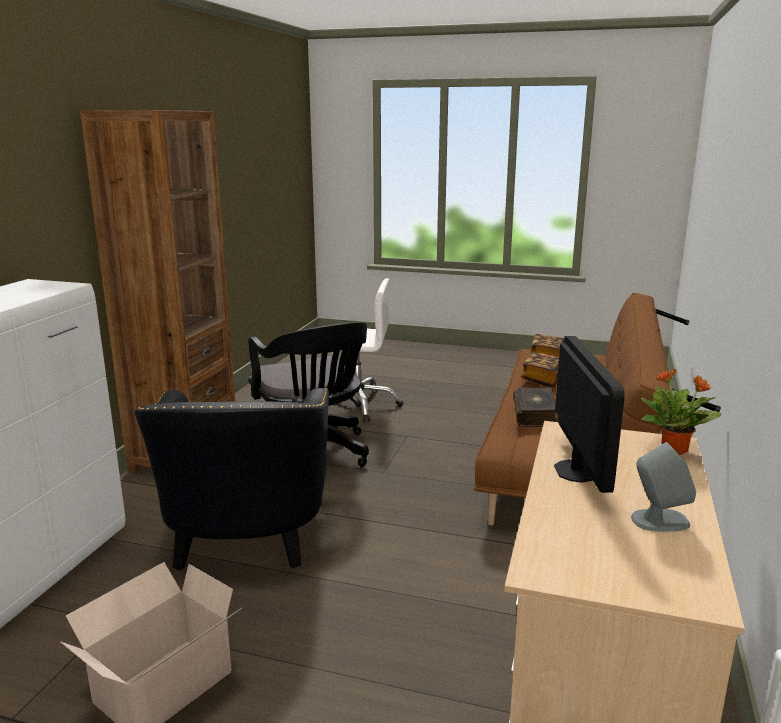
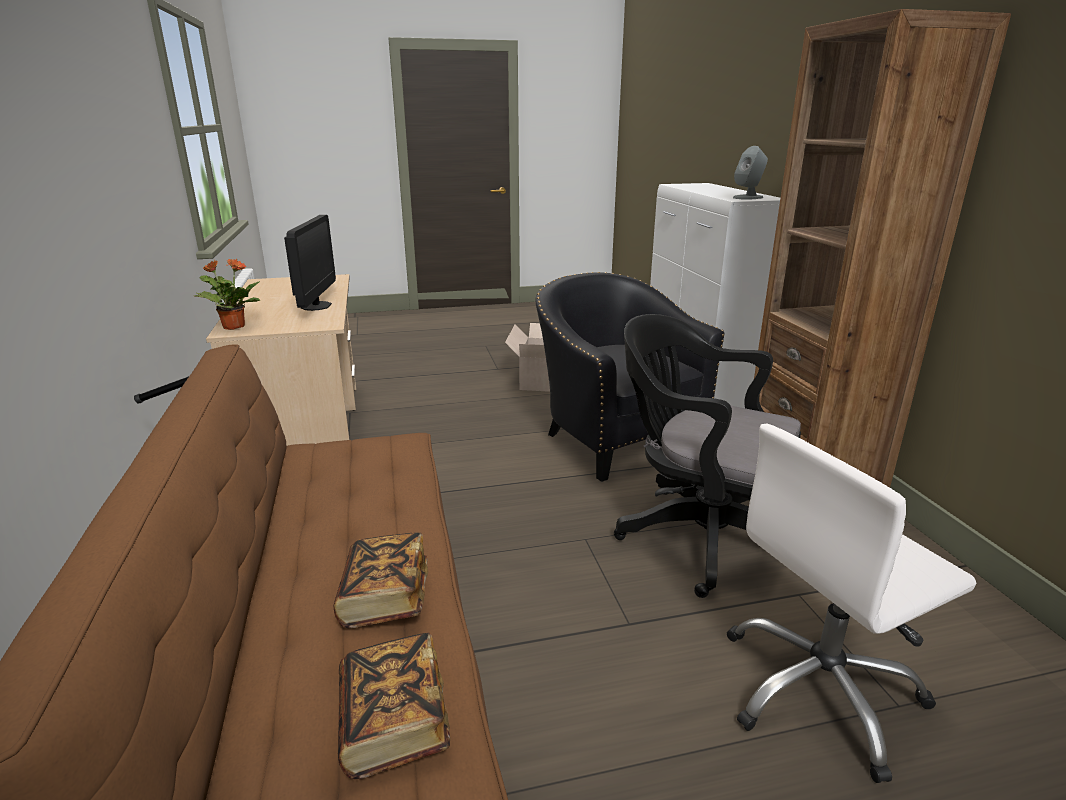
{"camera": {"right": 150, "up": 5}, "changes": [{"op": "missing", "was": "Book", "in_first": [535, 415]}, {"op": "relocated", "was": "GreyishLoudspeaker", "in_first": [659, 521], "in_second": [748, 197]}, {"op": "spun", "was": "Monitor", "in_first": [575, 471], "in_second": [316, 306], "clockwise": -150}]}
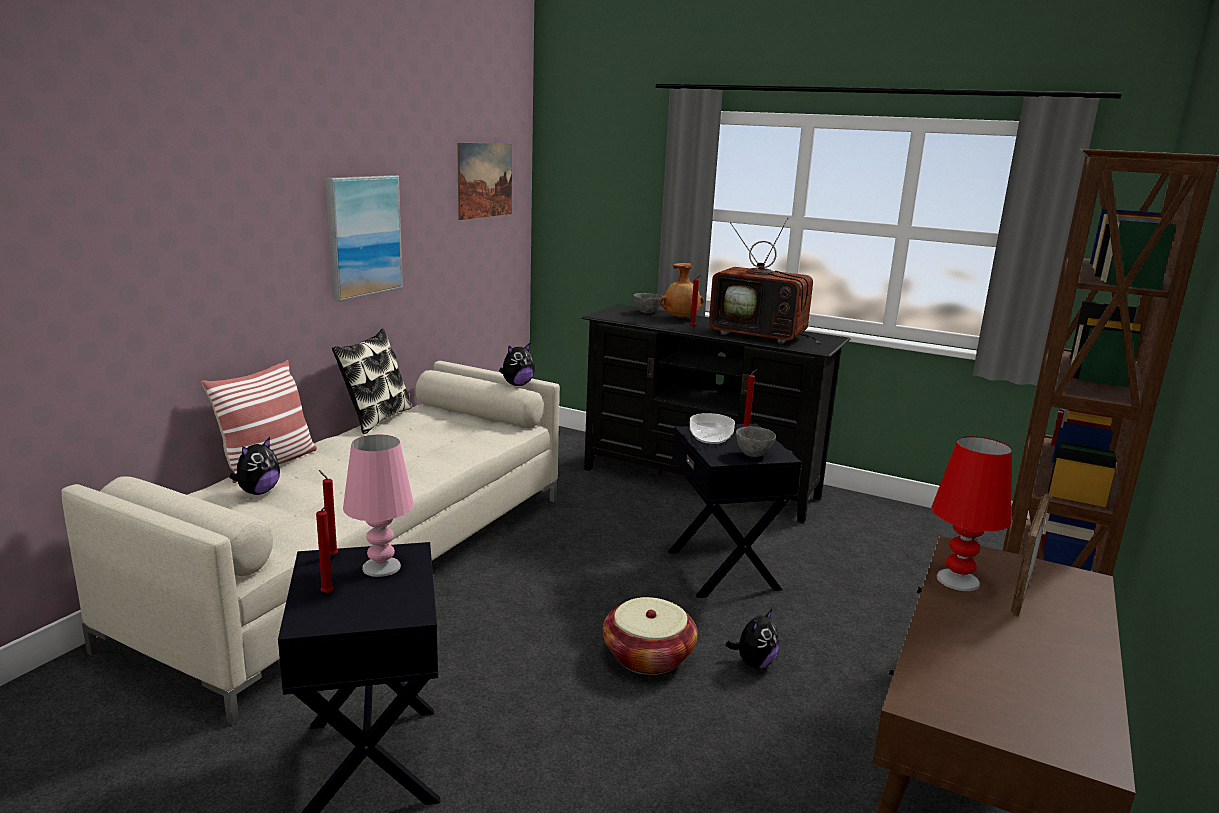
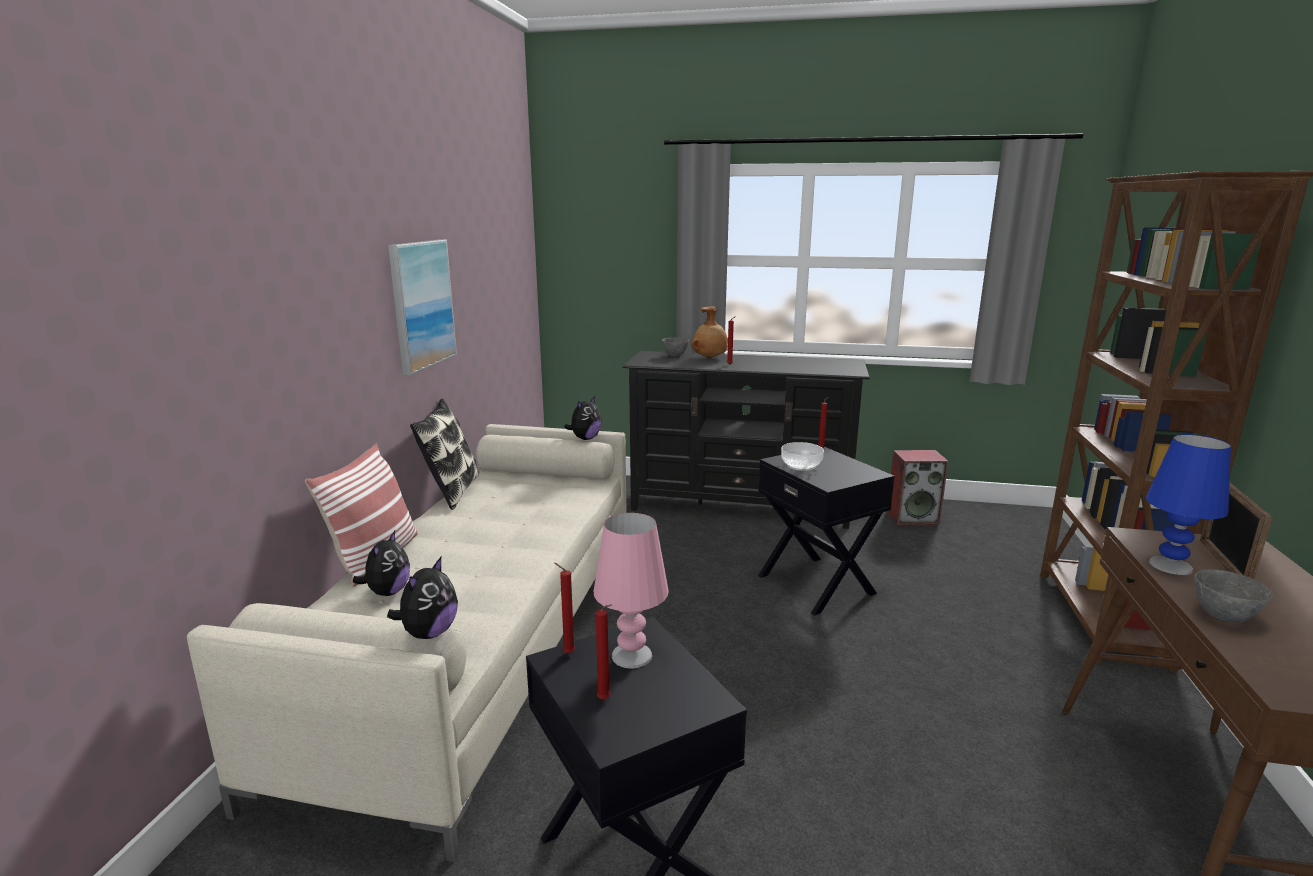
{"camera": {"right": -15, "up": 0}, "changes": [{"op": "missing", "was": "WallPicture", "in_first": [485, 180]}, {"op": "missing", "was": "StorageBasket", "in_first": [648, 656]}, {"op": "missing", "was": "TvSet", "in_first": [761, 335]}, {"op": "appeared", "now": "Loudspeaker", "in_second": [913, 517]}, {"op": "relocated", "was": "PlushToy", "in_first": [754, 663], "in_second": [429, 633]}, {"op": "relocated", "was": "GreyishDeepDish", "in_first": [753, 454], "in_second": [1222, 616]}, {"op": "colour", "was": "ReddishTableLamp", "now": "BluishTableLamp", "in_first": [958, 580], "in_second": [1171, 566]}]}
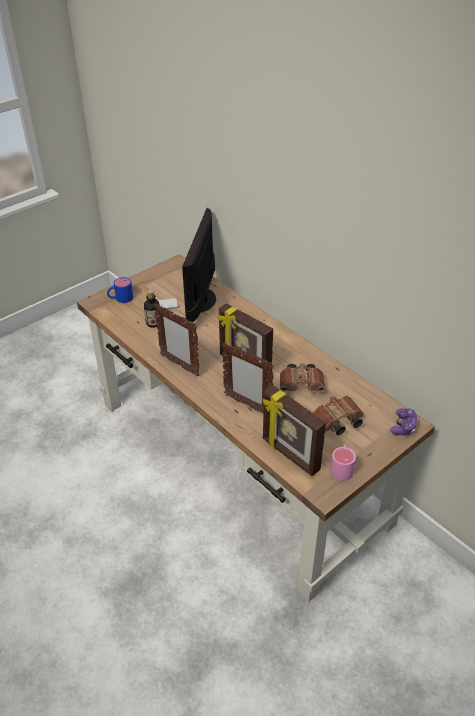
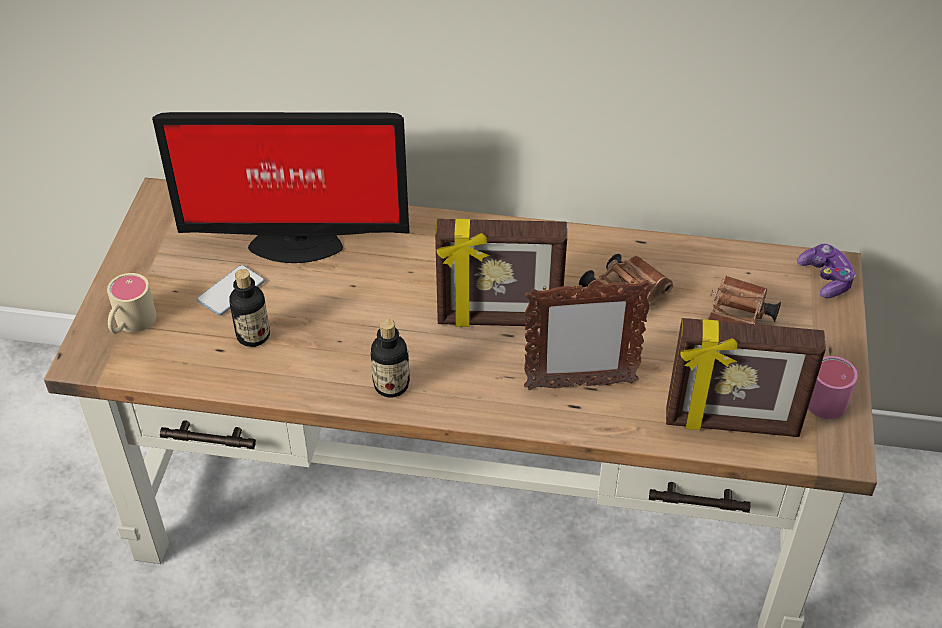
{"camera": {"right": -40, "up": 5}, "changes": [{"op": "exchanged", "was": "StandingFrame", "now": "Bottle", "in_first": [179, 365], "in_second": [391, 385]}, {"op": "colour", "was": "BluishTeaMug", "now": "SandColouredTeaMug", "in_first": [120, 298], "in_second": [130, 324]}, {"op": "spun", "was": "Monitor", "in_first": [203, 300], "in_second": [293, 242], "clockwise": -60}]}
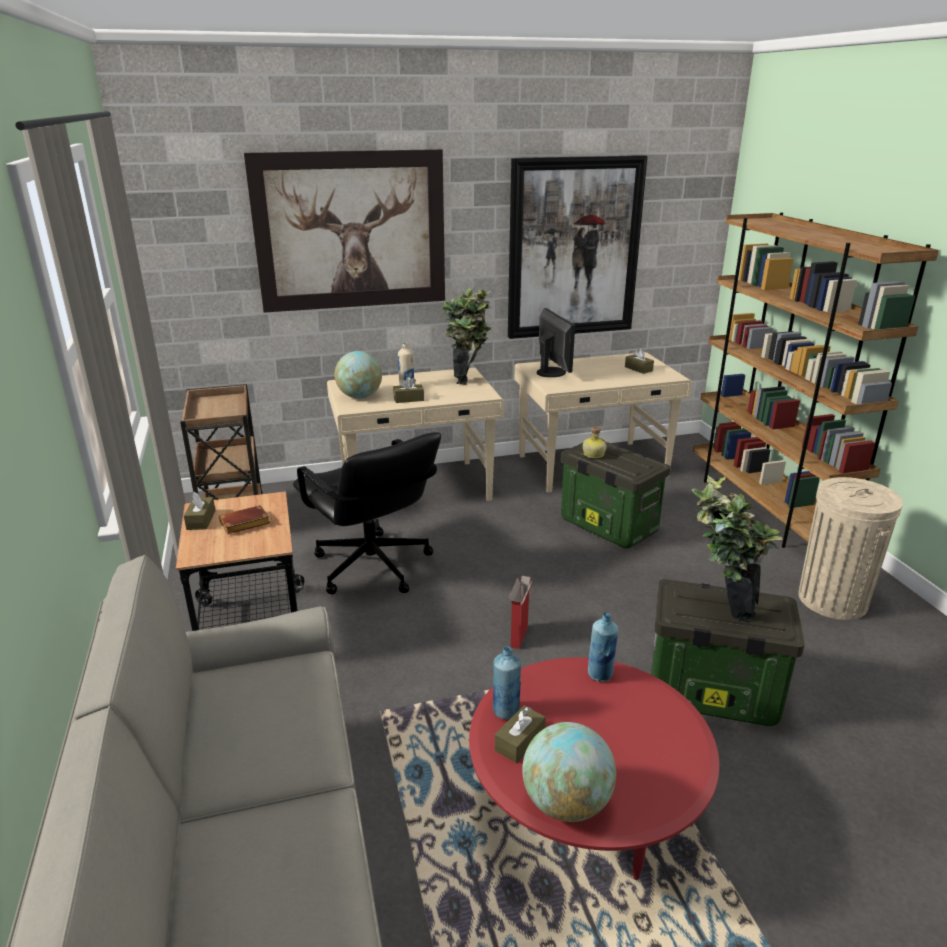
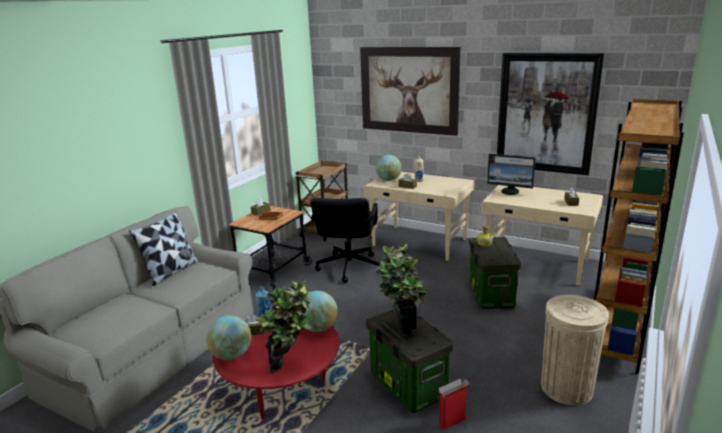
{"camera": {"right": 45, "up": -5}, "changes": [{"op": "appeared", "now": "Pillow", "in_second": [170, 272]}, {"op": "relocated", "was": "PottedPlant", "in_first": [468, 378], "in_second": [290, 365]}, {"op": "relocated", "was": "CardboardBox", "in_first": [519, 636], "in_second": [452, 422]}, {"op": "exchanged", "was": "BluishBottle", "now": "DeskGlobe", "in_first": [600, 674], "in_second": [318, 328]}, {"op": "spun", "was": "Monitor", "in_first": [552, 372], "in_second": [510, 192], "clockwise": 90}]}
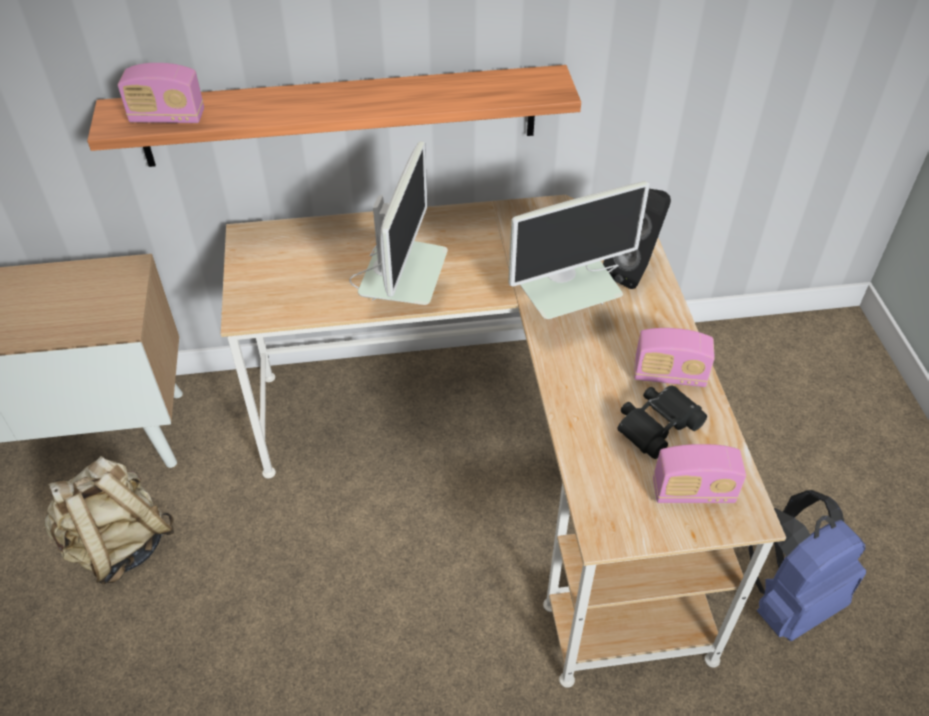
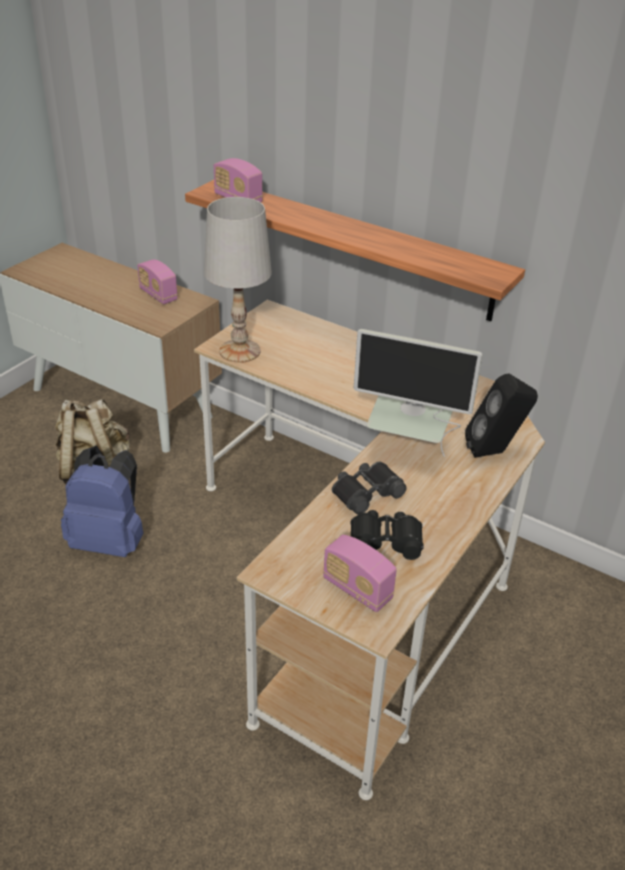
{"camera": {"right": 40, "up": -10}, "changes": [{"op": "missing", "was": "Monitor", "in_first": [403, 303]}, {"op": "appeared", "now": "WhiteTableLamp", "in_second": [240, 351]}, {"op": "appeared", "now": "BlackColouredFieldGlasses", "in_second": [366, 492]}, {"op": "relocated", "was": "RadioSet", "in_first": [669, 375], "in_second": [158, 295]}, {"op": "relocated", "was": "BluishRucksack", "in_first": [788, 600], "in_second": [110, 541]}]}
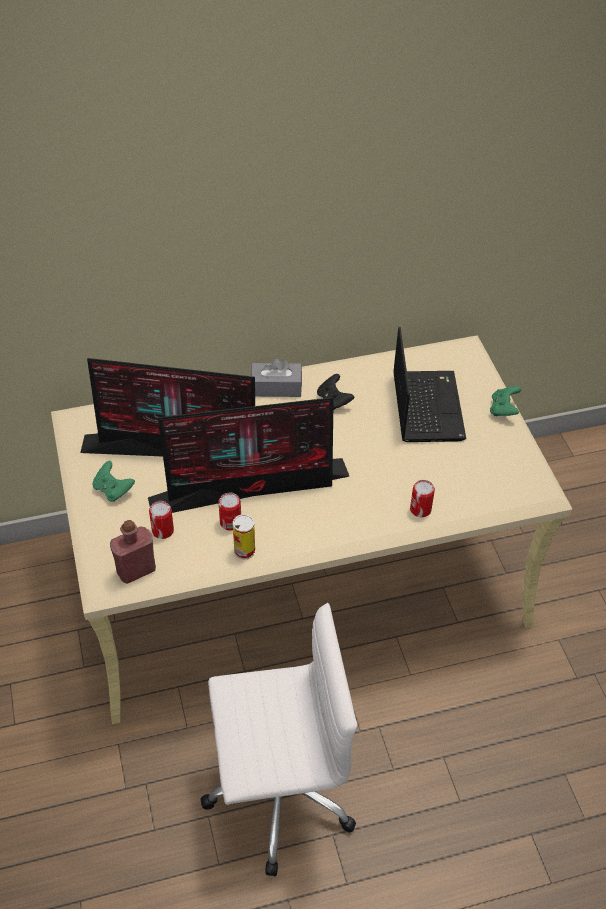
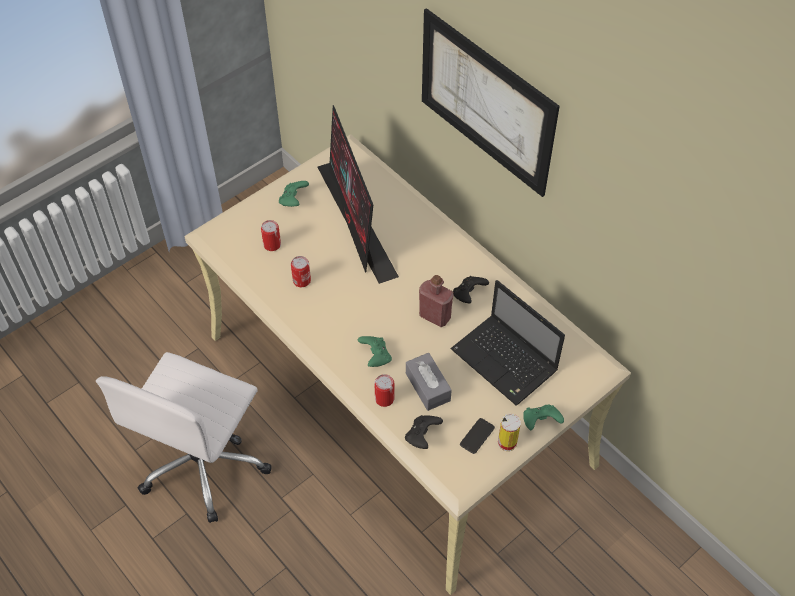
{"camera": {"right": 65, "up": 5}, "changes": [{"op": "missing", "was": "Monitor", "in_first": [252, 486]}, {"op": "appeared", "now": "GreenishGameController", "in_second": [375, 357]}, {"op": "appeared", "now": "BlackColouredGameController", "in_second": [422, 436]}, {"op": "appeared", "now": "WallPicture", "in_second": [486, 102]}, {"op": "appeared", "now": "Phone", "in_second": [477, 436]}, {"op": "relocated", "was": "ReddishBottle", "in_first": [136, 570], "in_second": [435, 316]}, {"op": "relocated", "was": "MetalCan", "in_first": [244, 550], "in_second": [507, 442]}, {"op": "relocated", "was": "GreyishBoxOfTissues", "in_first": [276, 387], "in_second": [427, 387]}, {"op": "spun", "was": "WhiteComputerChair", "in_first": [277, 791], "in_second": [204, 462], "clockwise": 60}, {"op": "spun", "was": "PortableComputer", "in_first": [426, 406], "in_second": [506, 362], "clockwise": 75}]}
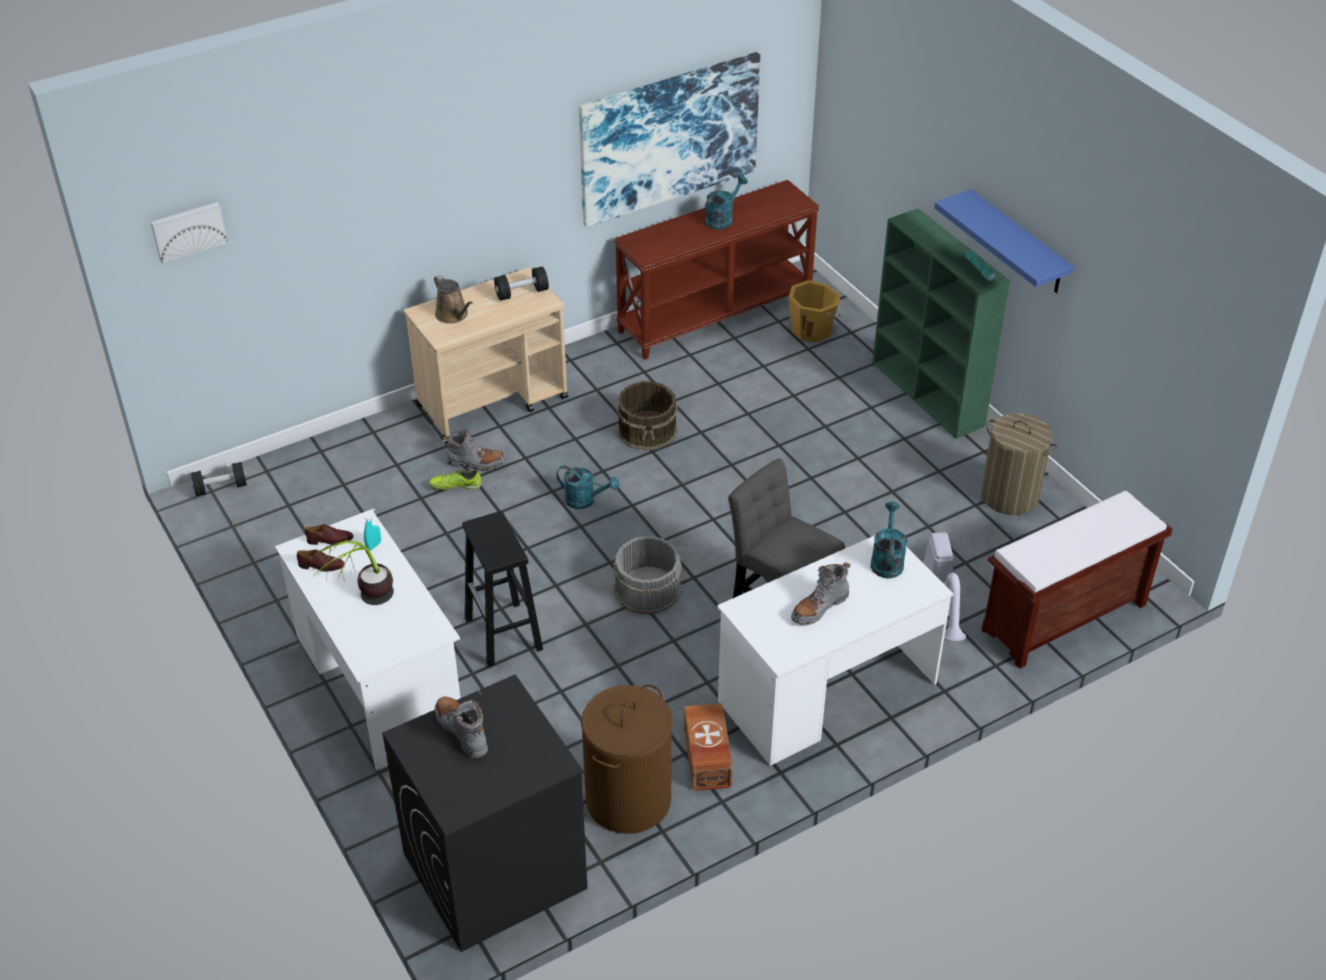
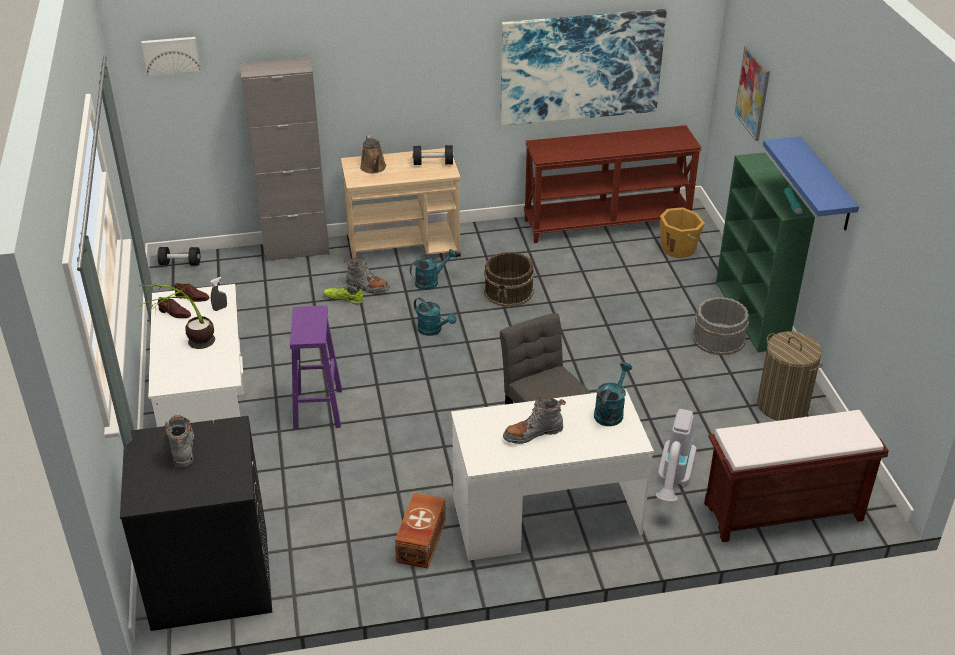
{"camera": {"right": 20, "up": -5}, "changes": [{"op": "missing", "was": "BrownLaundryBasket", "in_first": [628, 800]}, {"op": "appeared", "now": "GreyishCabinet", "in_second": [296, 250]}, {"op": "appeared", "now": "WallPicture", "in_second": [753, 93]}, {"op": "relocated", "was": "GreyishWaterBucket", "in_first": [647, 589], "in_second": [718, 338]}, {"op": "relocated", "was": "BlueGreenWateringPot", "in_first": [722, 219], "in_second": [430, 281]}, {"op": "colour", "was": "BlueGreenSprayBottle", "now": "GreyishSprayBottle", "in_first": [374, 546], "in_second": [220, 308]}, {"op": "colour", "was": "BlackColouredSittingStool", "now": "PurpleSittingStool", "in_first": [504, 635], "in_second": [318, 410]}]}
